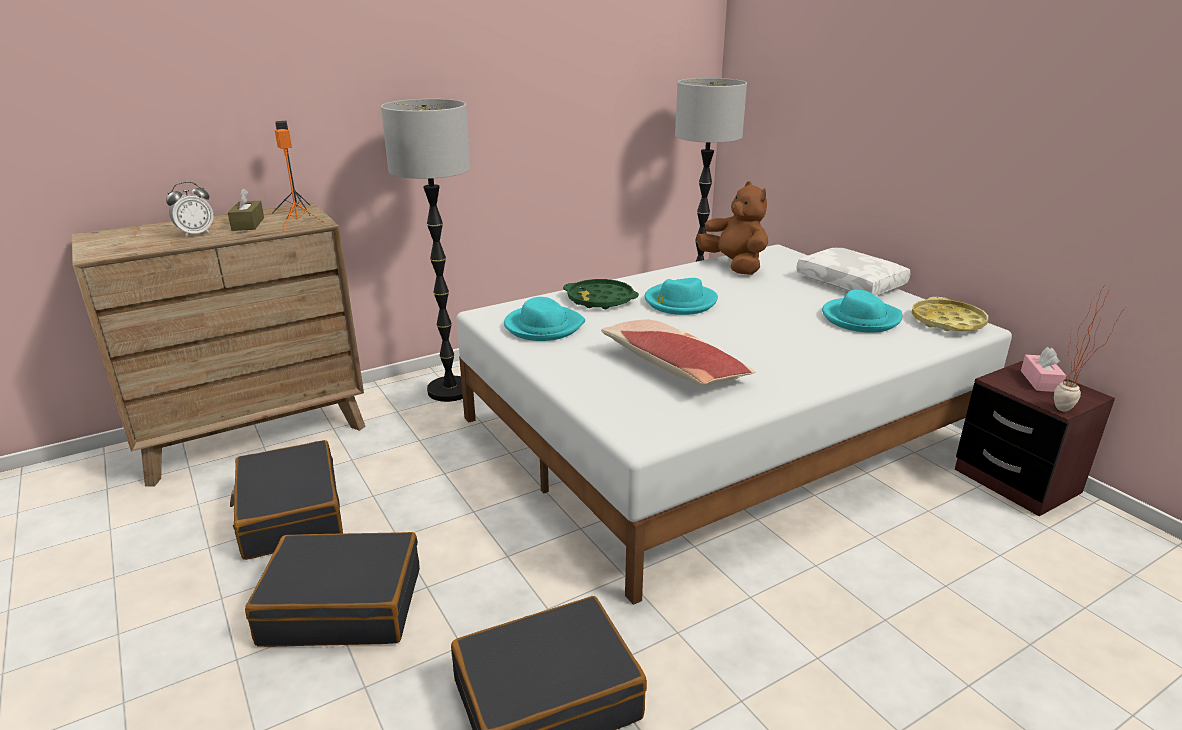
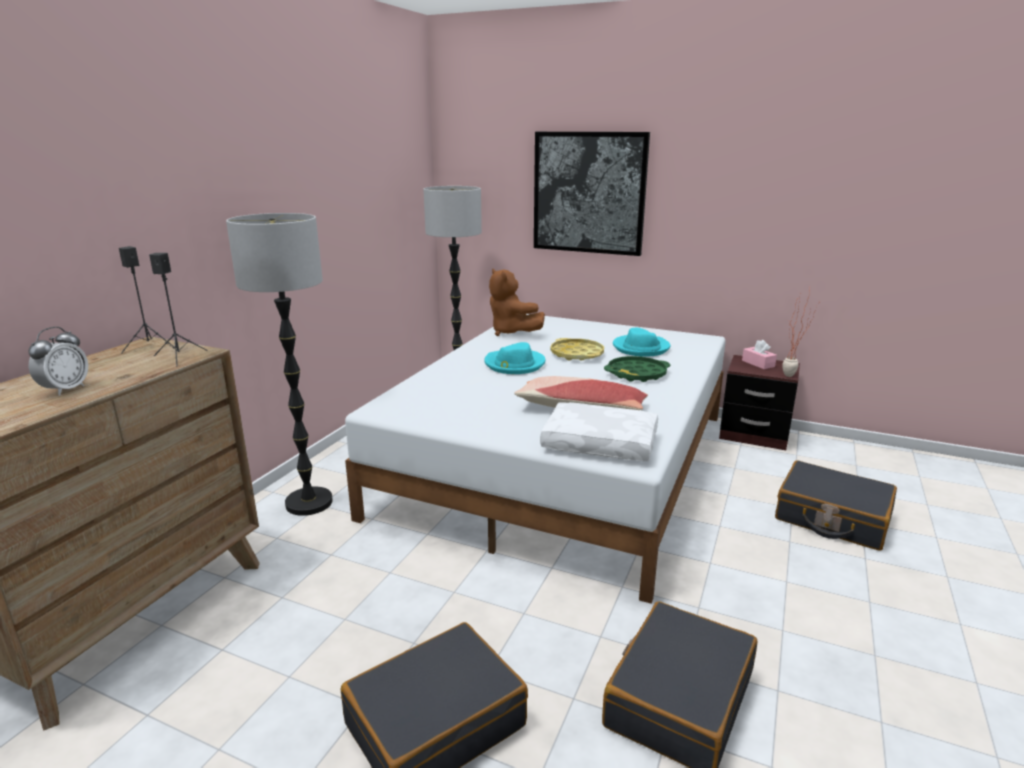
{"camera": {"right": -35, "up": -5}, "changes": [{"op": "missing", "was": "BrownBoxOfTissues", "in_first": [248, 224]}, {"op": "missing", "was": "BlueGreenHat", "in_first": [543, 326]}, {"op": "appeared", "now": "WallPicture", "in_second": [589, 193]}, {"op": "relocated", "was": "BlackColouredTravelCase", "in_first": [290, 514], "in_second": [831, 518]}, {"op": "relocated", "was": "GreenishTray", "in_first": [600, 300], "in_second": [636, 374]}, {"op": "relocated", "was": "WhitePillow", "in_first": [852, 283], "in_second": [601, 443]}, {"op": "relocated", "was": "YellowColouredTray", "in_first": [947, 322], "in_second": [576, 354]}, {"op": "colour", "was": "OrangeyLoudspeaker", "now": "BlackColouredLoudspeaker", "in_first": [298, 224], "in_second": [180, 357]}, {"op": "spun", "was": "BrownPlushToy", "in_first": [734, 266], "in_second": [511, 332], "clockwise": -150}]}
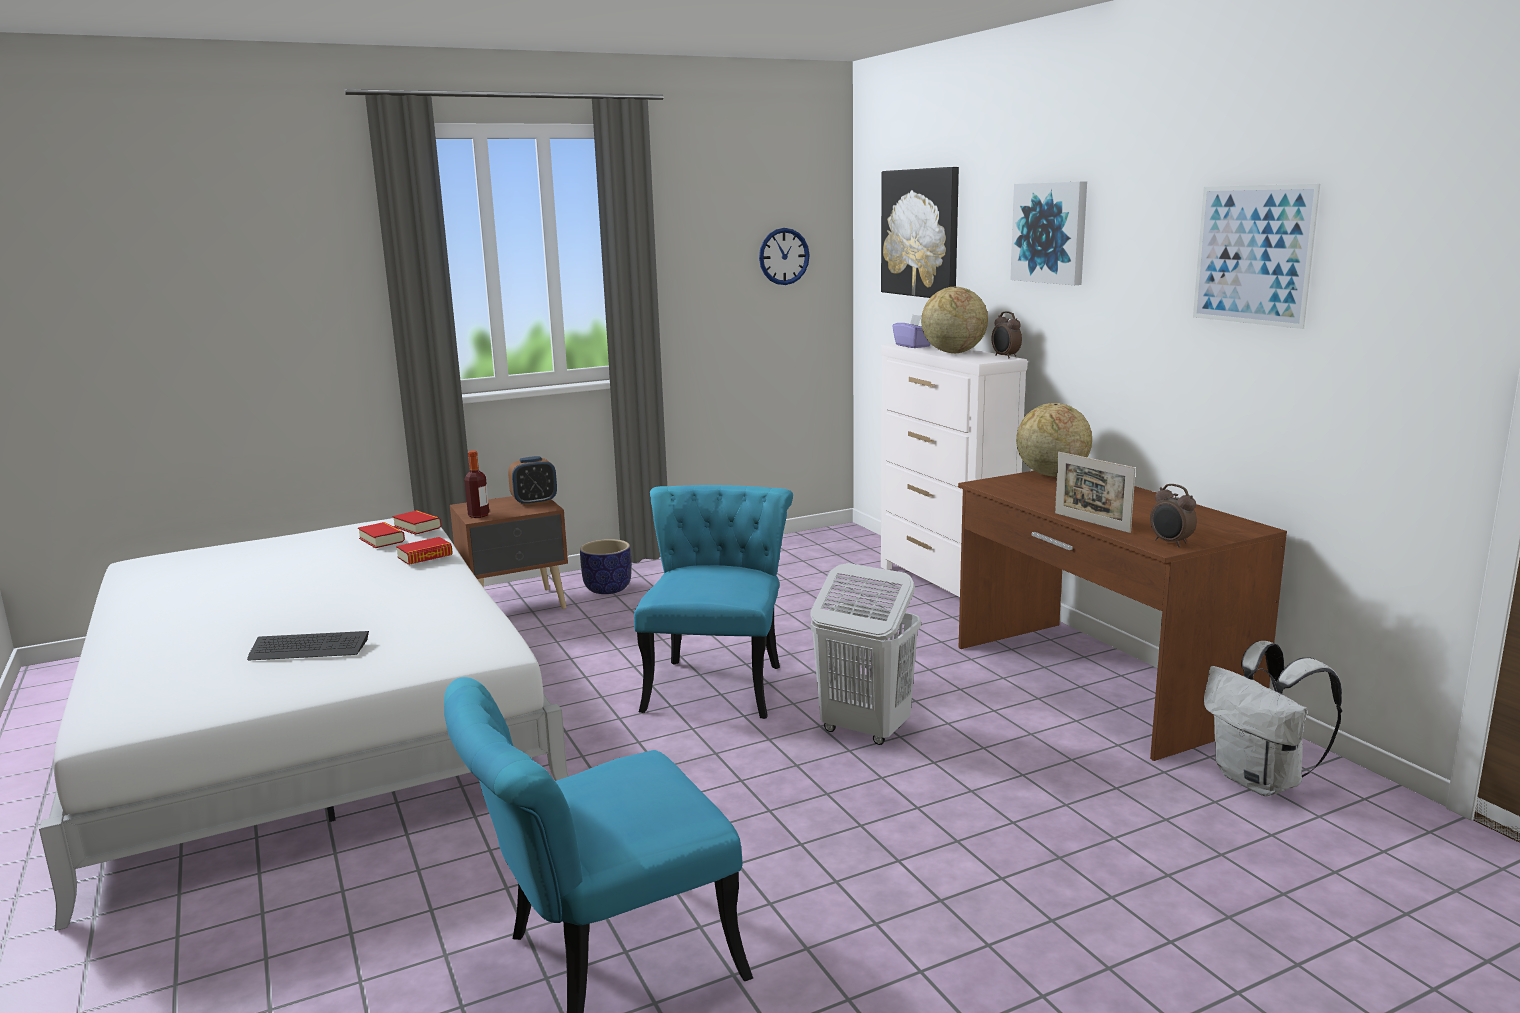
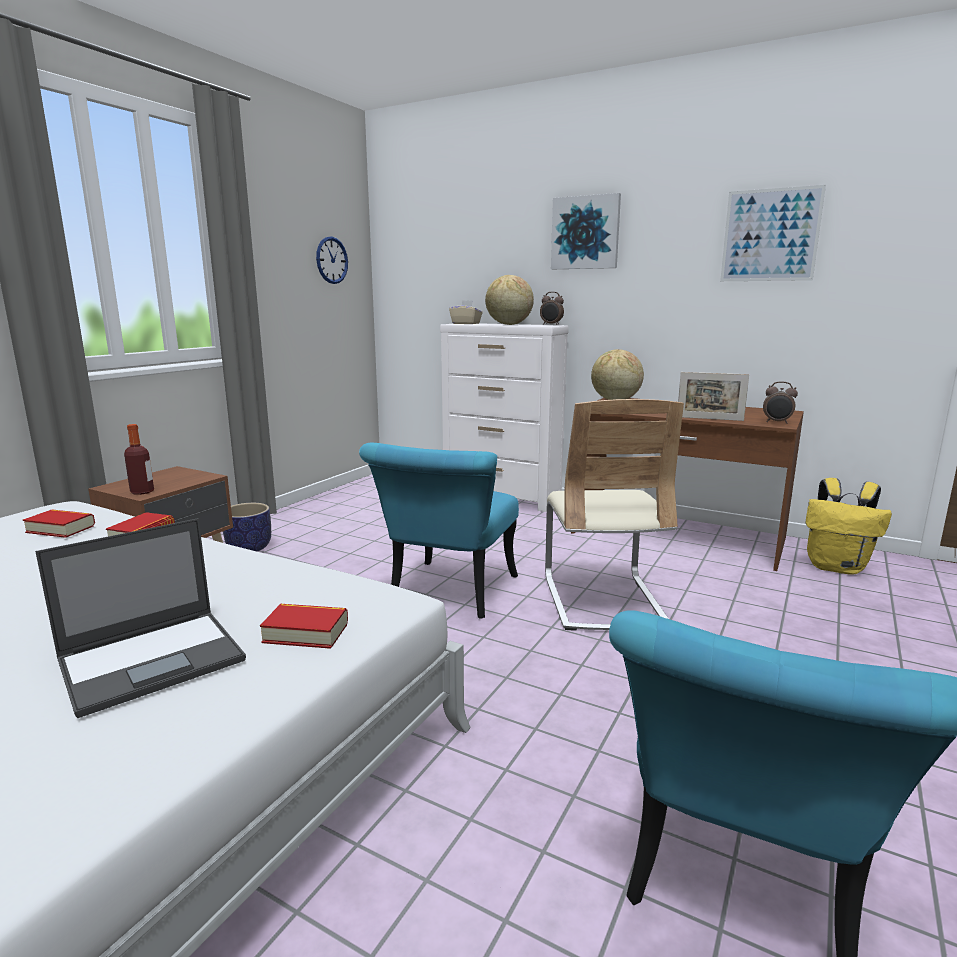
{"camera": {"right": -35, "up": 0}, "changes": [{"op": "missing", "was": "BedsideClock", "in_first": [534, 502]}, {"op": "missing", "was": "WallPicture", "in_first": [921, 233]}, {"op": "relocated", "was": "Book", "in_first": [417, 527], "in_second": [306, 633]}, {"op": "exchanged", "was": "PcKeyboard", "now": "PortableComputer", "in_first": [309, 648], "in_second": [154, 659]}, {"op": "exchanged", "was": "WhiteLaundryBasket", "now": "SandColouredUprightChair", "in_first": [864, 730], "in_second": [602, 601]}, {"op": "colour", "was": "PurpleBoxOfTissues", "now": "SandColouredBoxOfTissues", "in_first": [913, 346], "in_second": [466, 323]}, {"op": "colour", "was": "WhiteRucksack", "now": "YellowColouredRucksack", "in_first": [1261, 781], "in_second": [837, 567]}, {"op": "spun", "was": "BlueGreenUprightChair", "in_first": [717, 681], "in_second": [448, 595], "clockwise": -135}]}
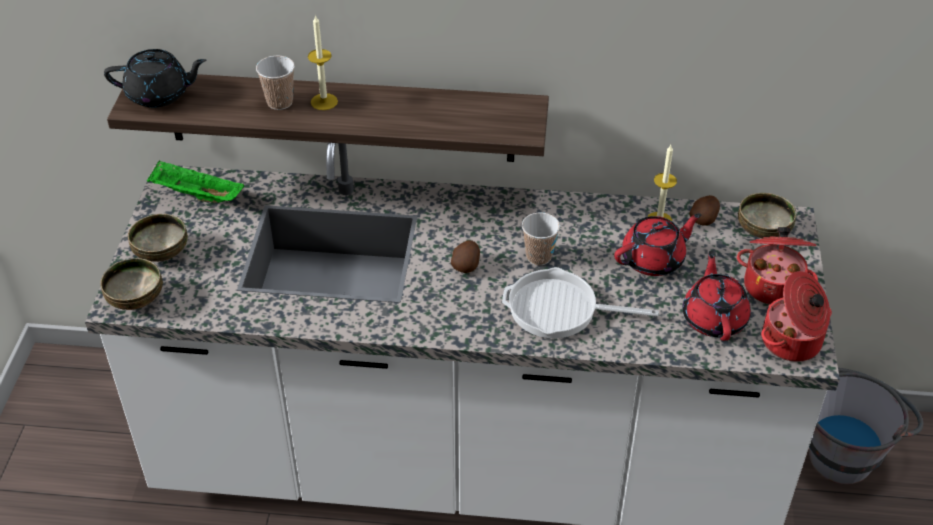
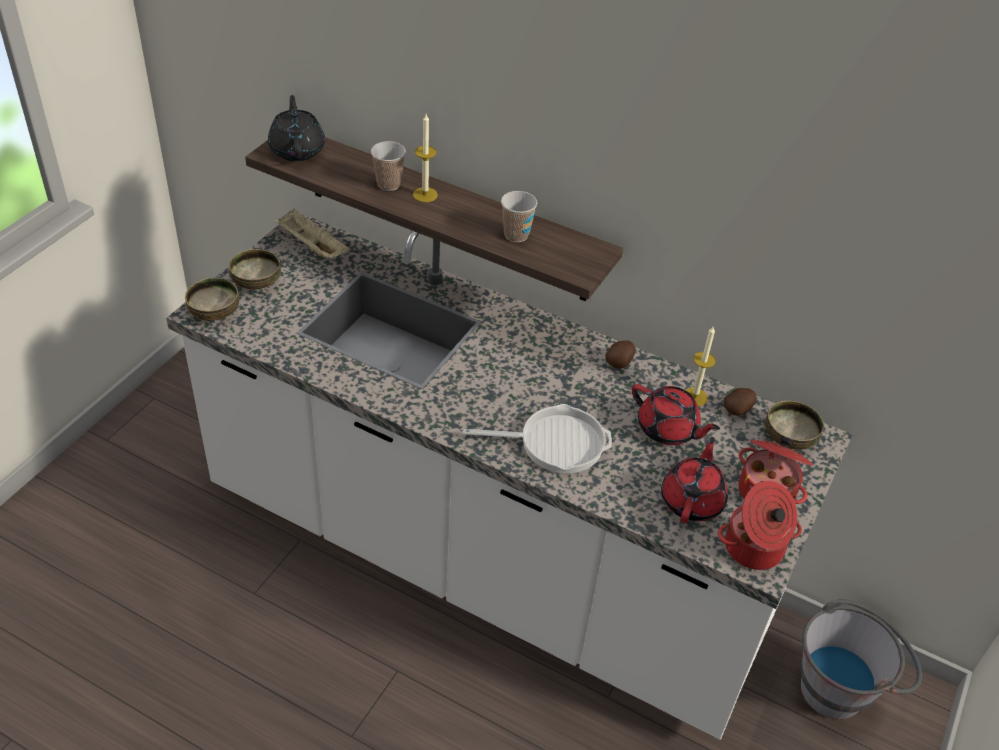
{"camera": {"right": 20, "up": 0}, "changes": [{"op": "relocated", "was": "Potato", "in_first": [466, 265], "in_second": [620, 362]}, {"op": "relocated", "was": "DrinkingCup", "in_first": [539, 257], "in_second": [516, 235]}, {"op": "colour", "was": "GreenishTray", "now": "SandColouredTray", "in_first": [195, 195], "in_second": [311, 246]}, {"op": "spun", "was": "BlackColouredPotForTea", "in_first": [159, 94], "in_second": [297, 149], "clockwise": -120}, {"op": "spun", "was": "Skillet", "in_first": [559, 310], "in_second": [555, 443], "clockwise": 150}, {"op": "spun", "was": "ReddishPotForTea", "in_first": [654, 260], "in_second": [668, 429], "clockwise": 45}]}
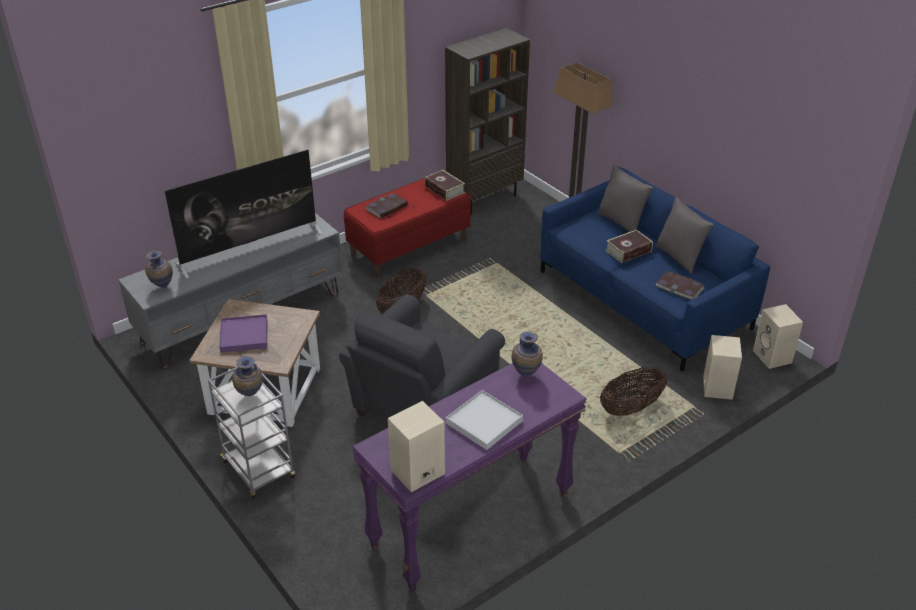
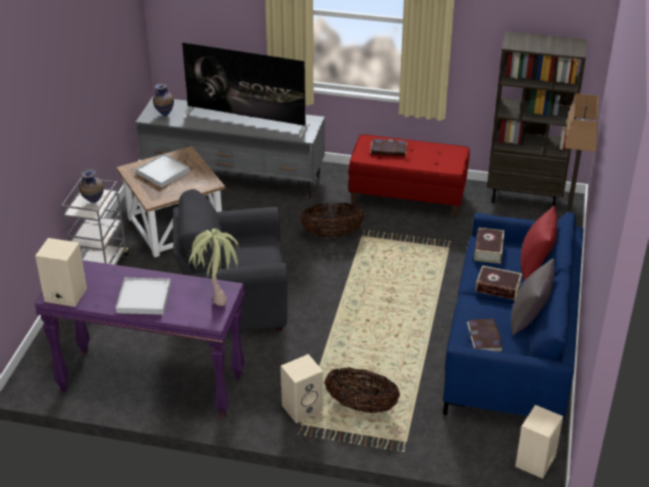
{"camera": {"right": 50, "up": 0}, "changes": [{"op": "relocated", "was": "Book", "in_first": [444, 189], "in_second": [488, 250]}, {"op": "relocated", "was": "SandColouredLoudspeaker", "in_first": [716, 387], "in_second": [303, 407]}, {"op": "exchanged", "was": "DecorativeVase", "now": "PottedPlant", "in_first": [526, 374], "in_second": [216, 292]}, {"op": "colour", "was": "PurpleTray", "now": "WhiteTray", "in_first": [244, 335], "in_second": [163, 172]}, {"op": "colour", "was": "GreyishPillow", "now": "ReddishPillow", "in_first": [621, 222], "in_second": [535, 264]}]}
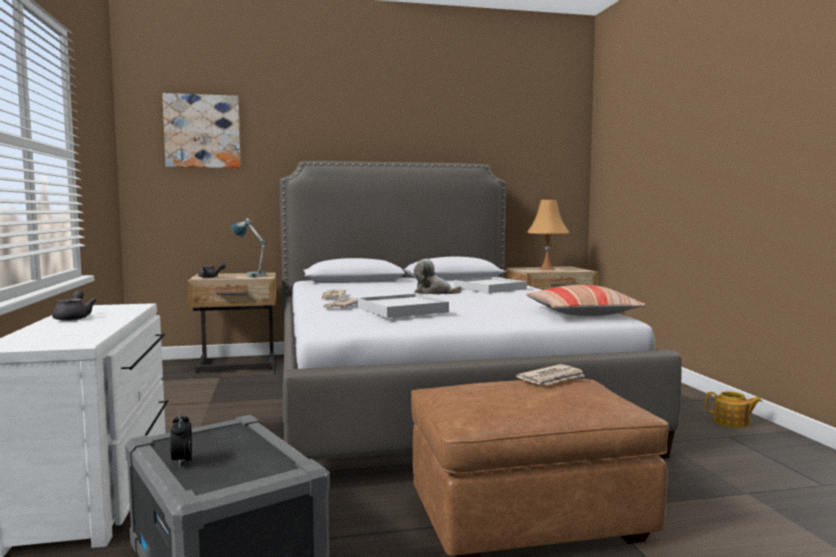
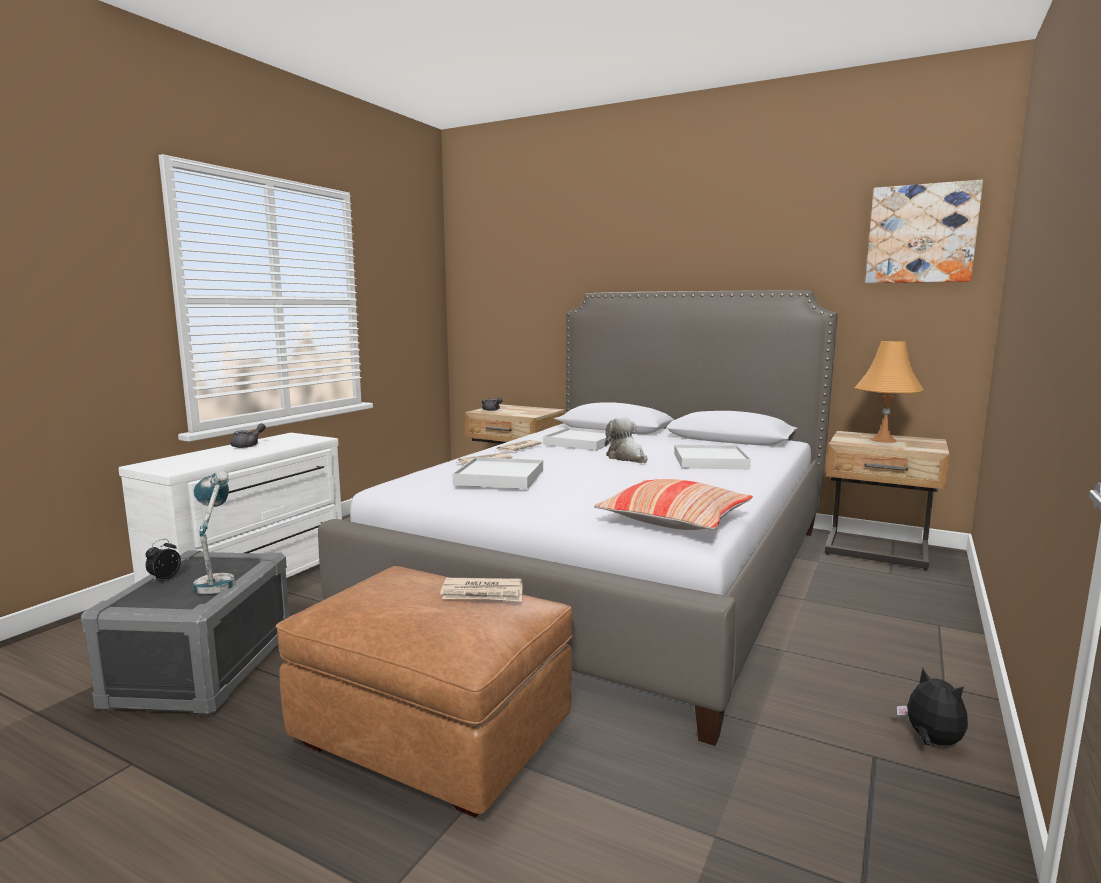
{"camera": {"right": 40, "up": 5}, "changes": [{"op": "appeared", "now": "WhiteTray", "in_second": [581, 442]}, {"op": "relocated", "was": "WallPicture", "in_first": [202, 131], "in_second": [921, 234]}, {"op": "relocated", "was": "TableLamp", "in_first": [249, 275], "in_second": [216, 580]}, {"op": "exchanged", "was": "PotForTea", "now": "PlushToy", "in_first": [732, 423], "in_second": [931, 741]}]}
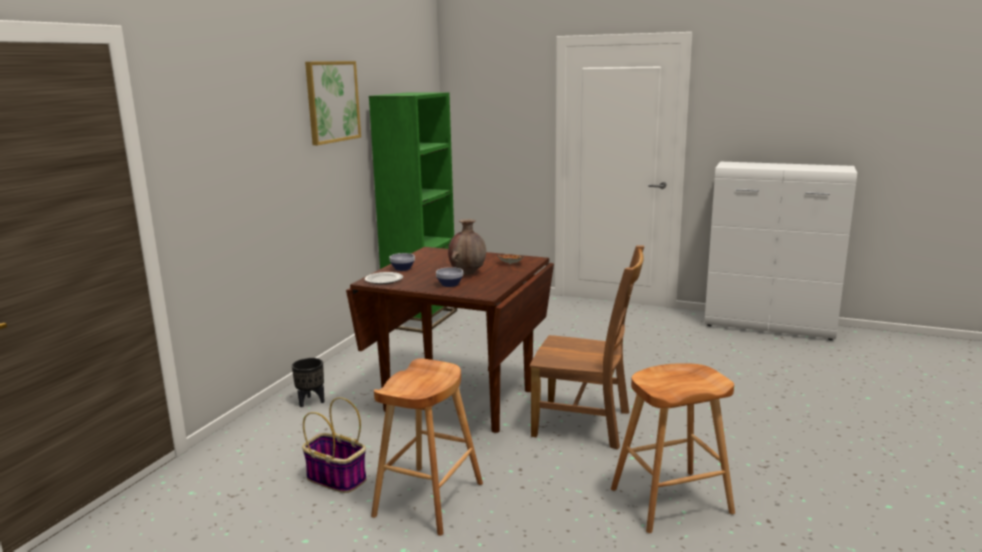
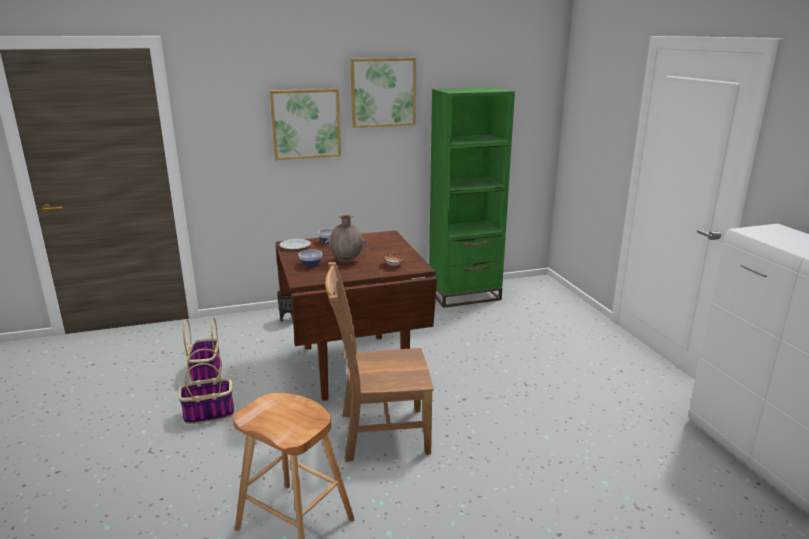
{"camera": {"right": 50, "up": 5}, "changes": [{"op": "appeared", "now": "WallPicture", "in_second": [306, 124]}, {"op": "exchanged", "was": "BrownSittingStool", "now": "StorageBasket", "in_first": [429, 499], "in_second": [208, 414]}, {"op": "spun", "was": "BrownUprightChair", "in_first": [586, 425], "in_second": [380, 433], "clockwise": 105}]}
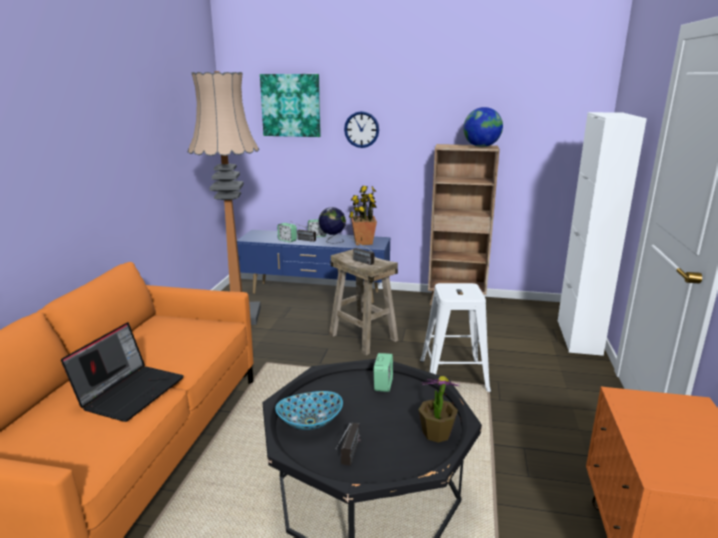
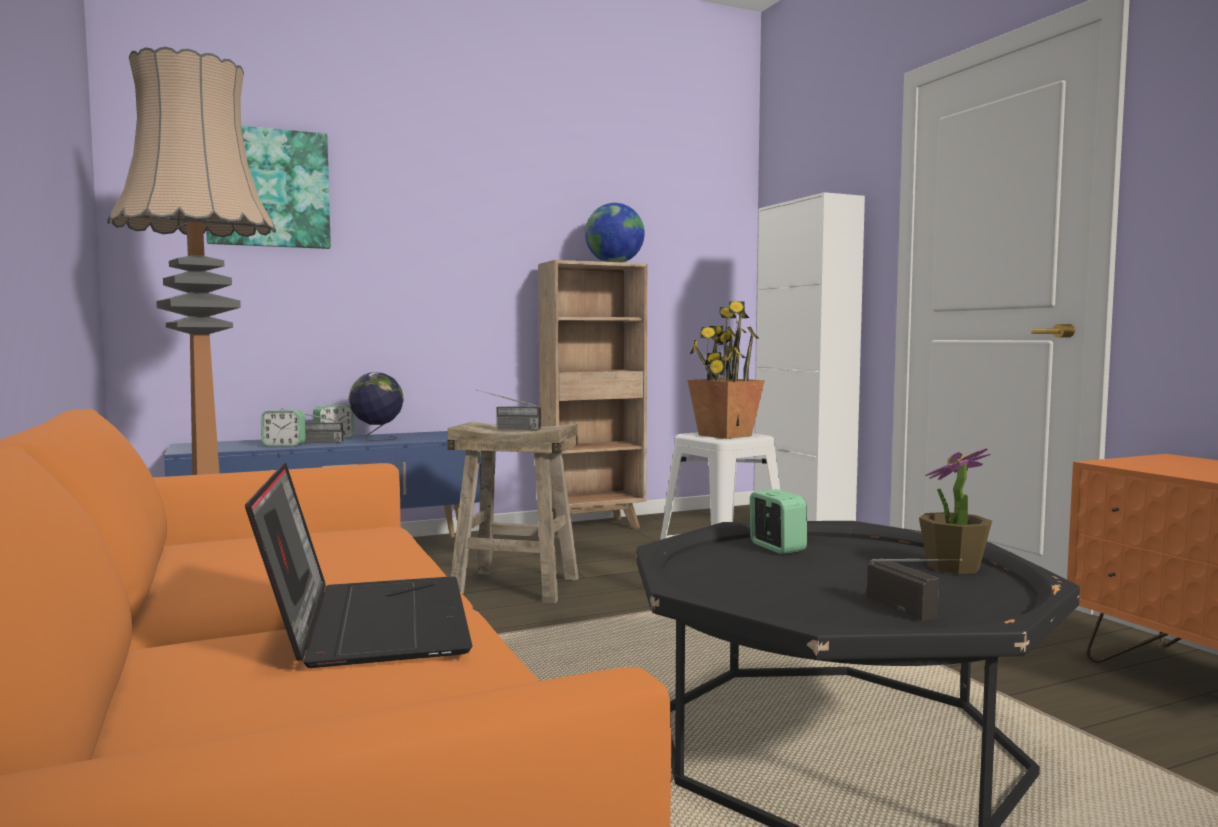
{"camera": {"right": -35, "up": -15}, "changes": [{"op": "missing", "was": "DeepDish", "in_first": [309, 422]}, {"op": "missing", "was": "HangingClock", "in_first": [361, 129]}, {"op": "relocated", "was": "PottedPlant", "in_first": [363, 242], "in_second": [724, 435]}]}
